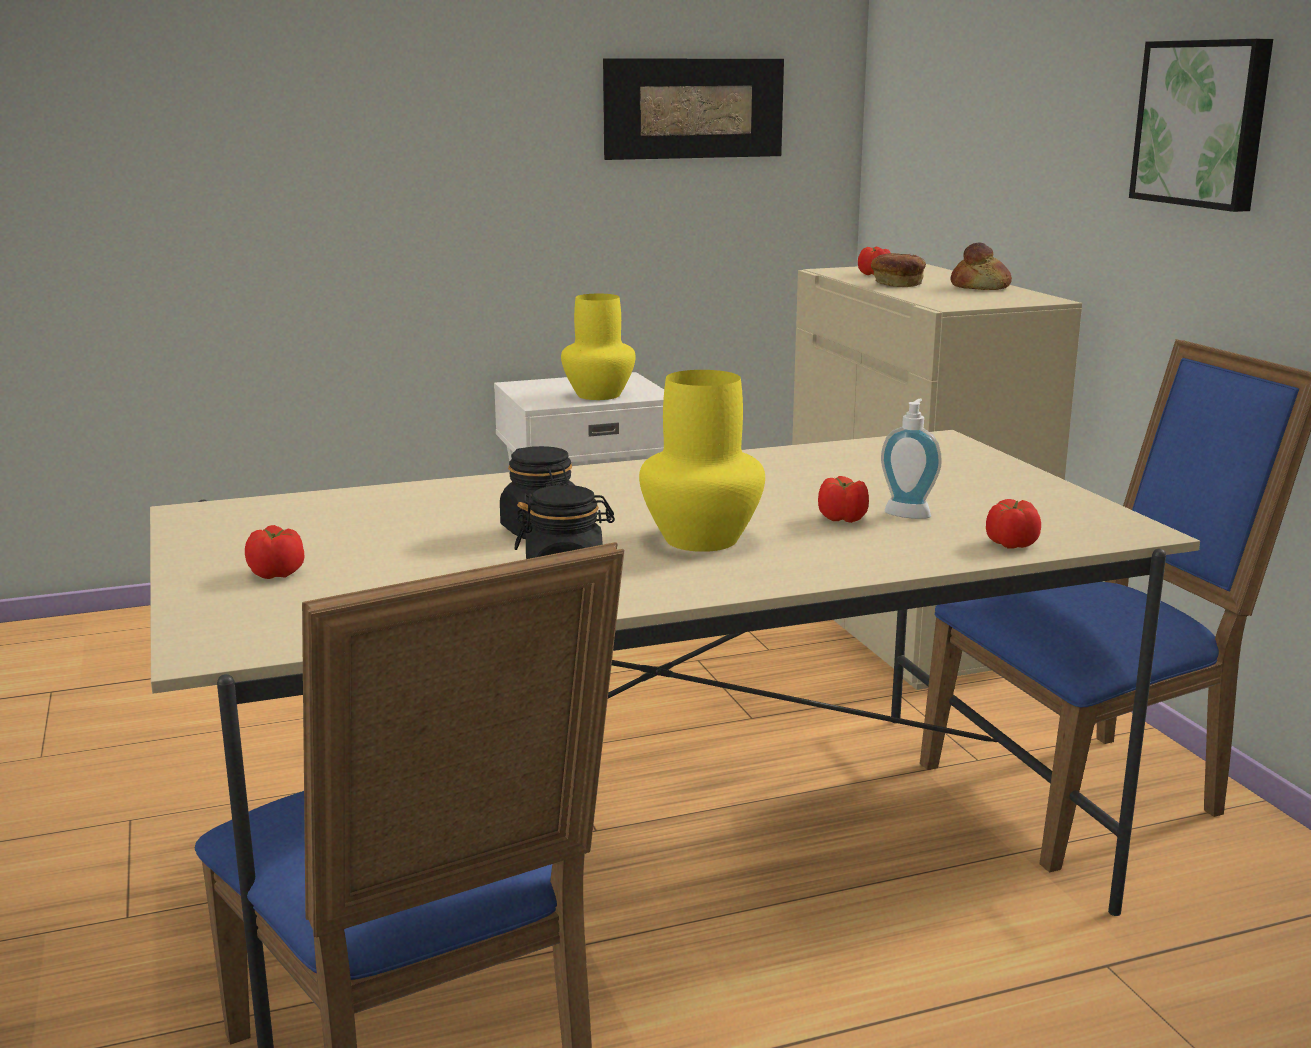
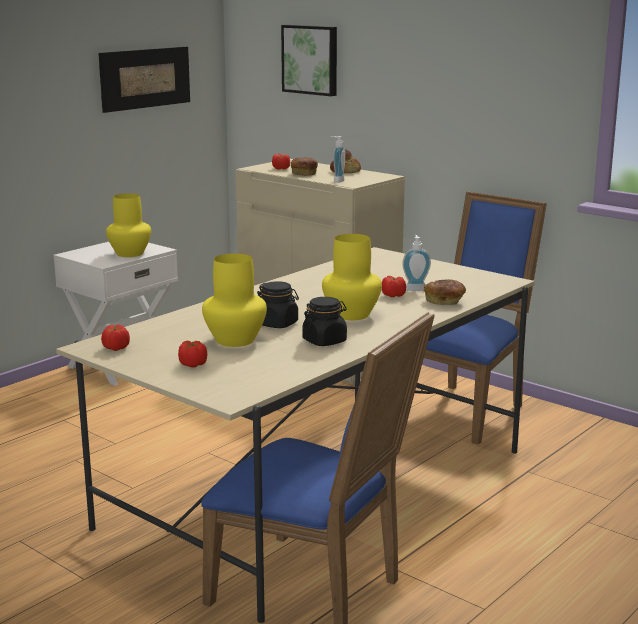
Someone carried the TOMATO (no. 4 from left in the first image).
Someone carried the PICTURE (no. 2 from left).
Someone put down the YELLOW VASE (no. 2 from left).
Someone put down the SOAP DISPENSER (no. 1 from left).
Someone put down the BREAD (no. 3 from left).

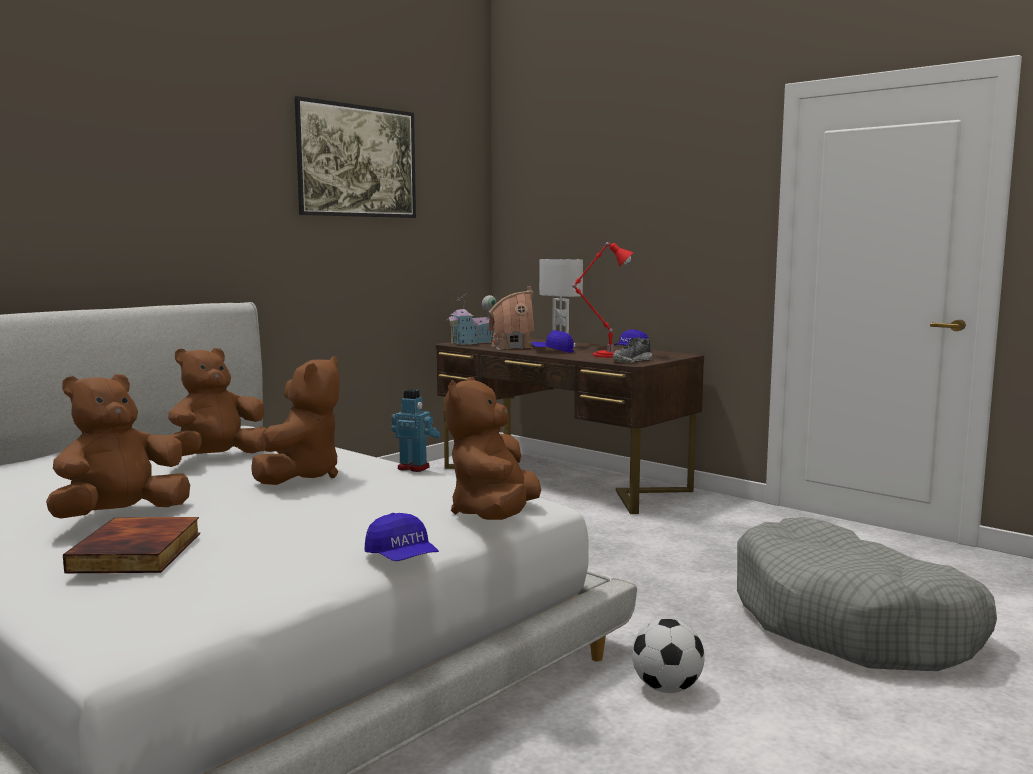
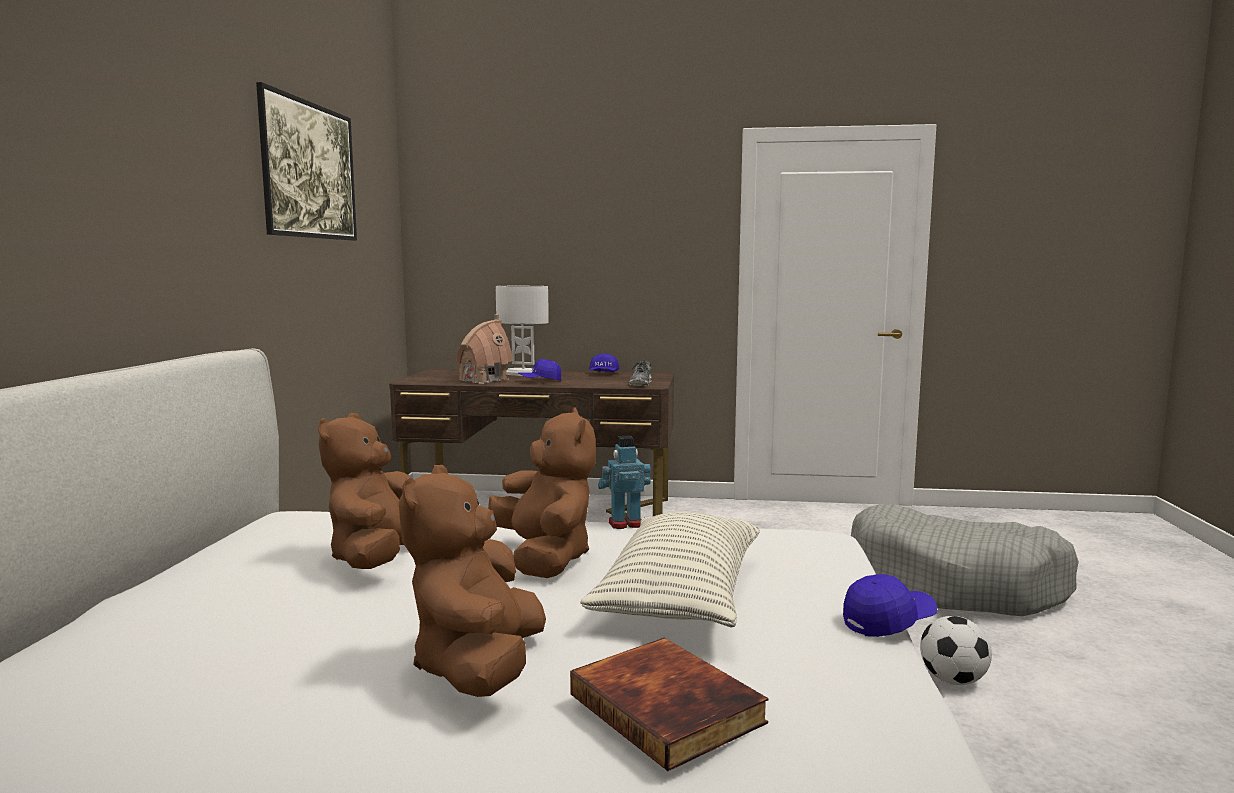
Someone rotated the BLUE CAP (no. 1 from left in the first image) by 45 degrees counterclockwise.
Someone took away the BROWN PLUSH TOY (no. 4 from left).
Someone took away the TOY HOUSE (no. 1 from left).
Someone took away the RED TABLE LAMP.
Someone put down the PILLOW.

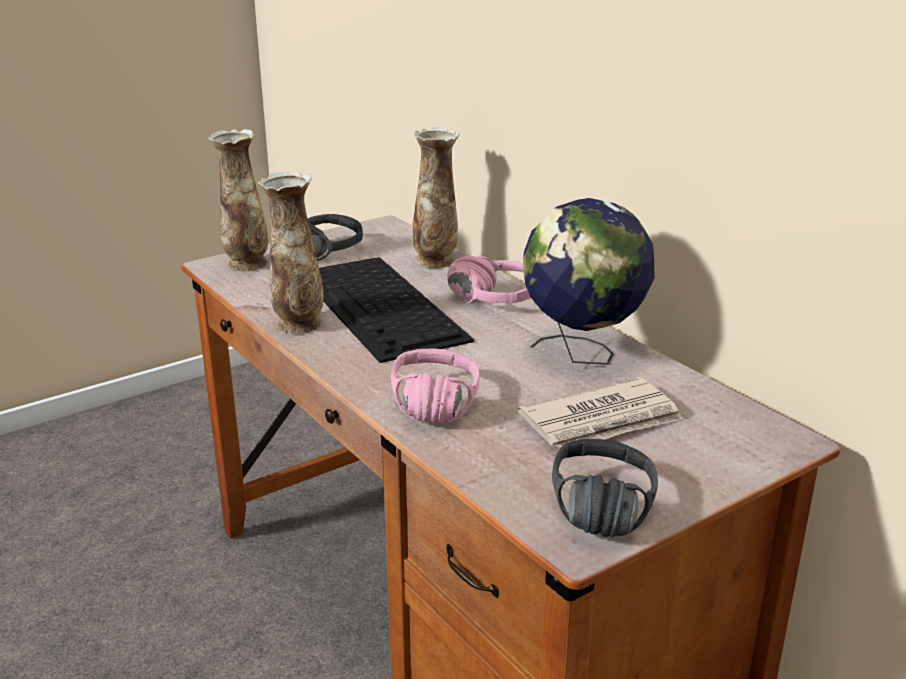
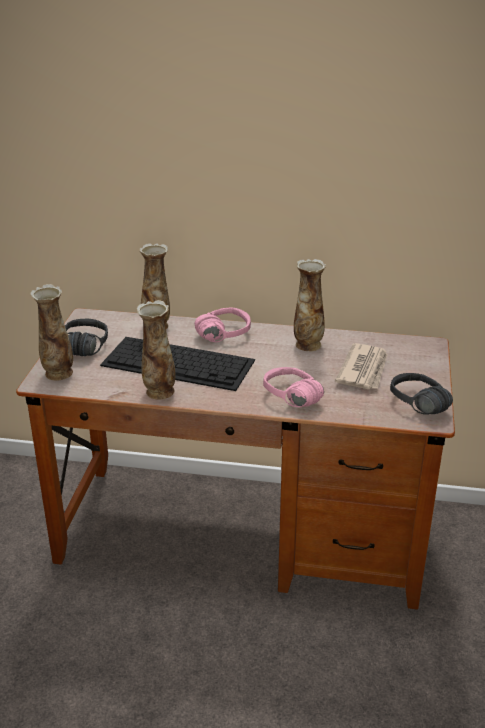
Someone swapped the GLOBE for the VASE (no. 4 from left).

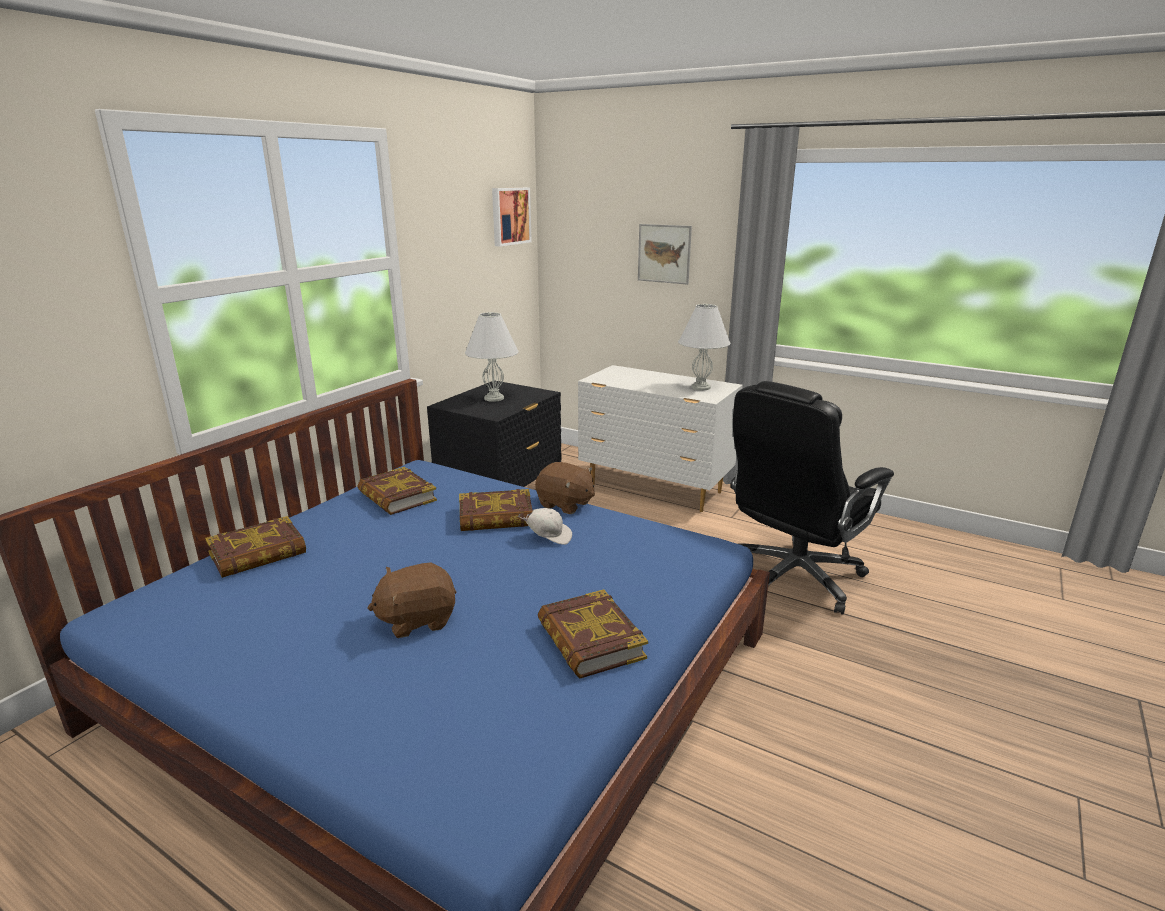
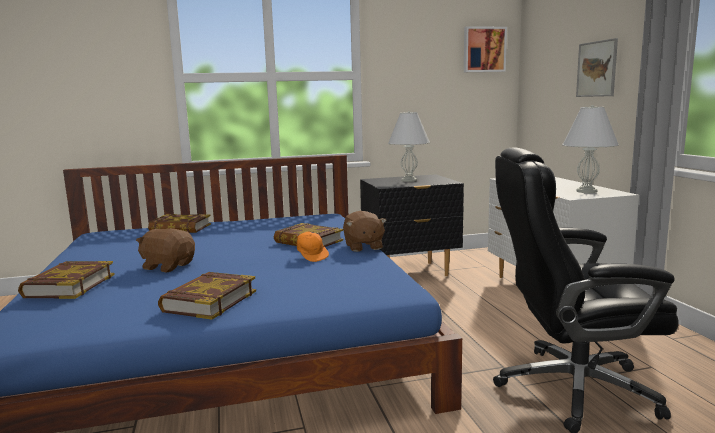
Someone carried the BOOK (no. 2 from left in the first image).
Someone repainted the WHITE CAP, which became the ORANGE CAP.

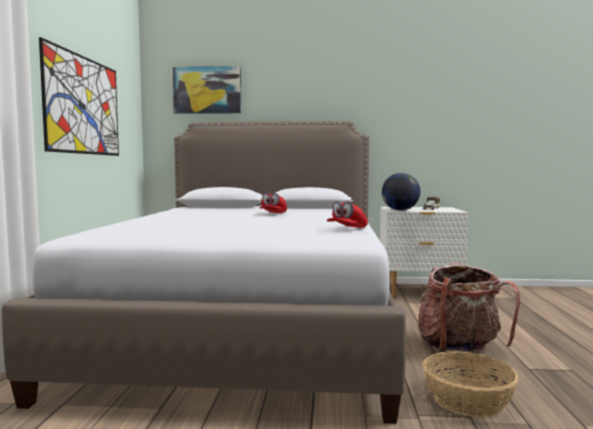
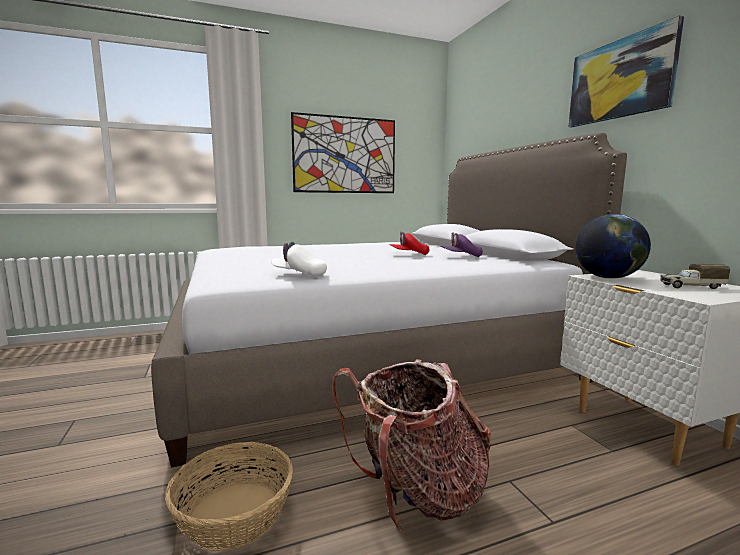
Someone carried the PICTURE (no. 2 from left).
Someone repainted the RED CAP (no. 2 from left), which became the WHITE CAP.
Someone put down the PURPLE CAP.

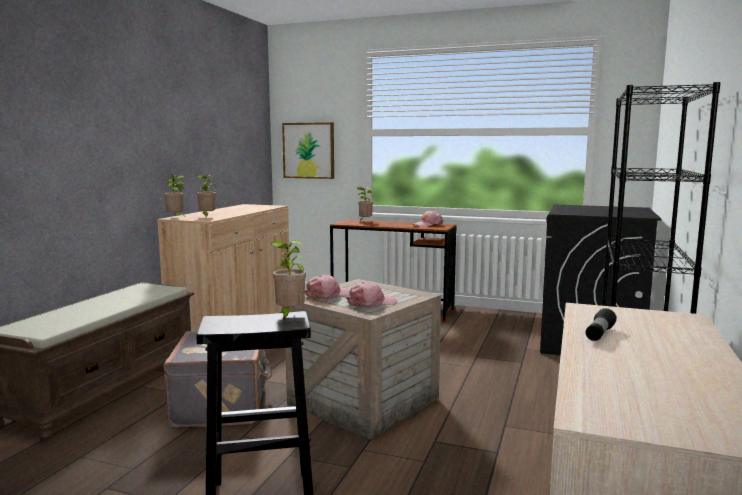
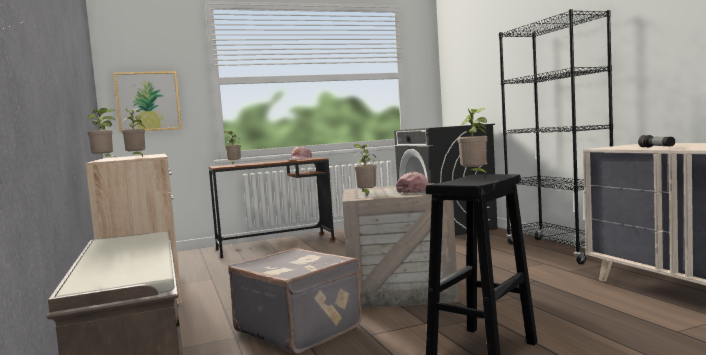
Someone swapped the PINK CAP (no. 1 from left) for the POTTED PLANT (no. 4 from left).

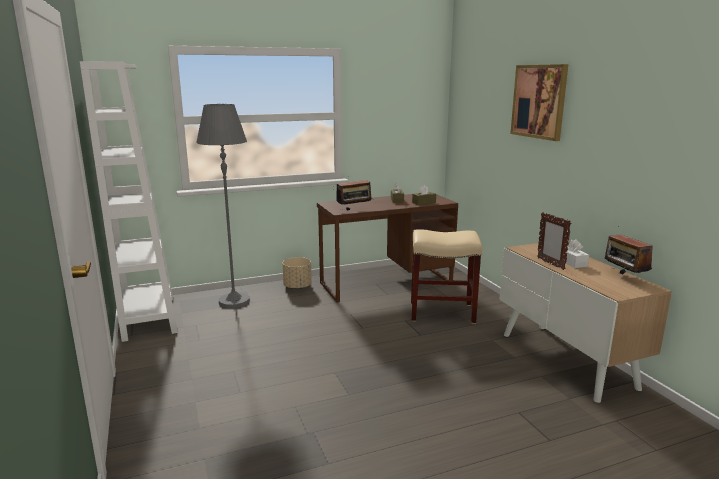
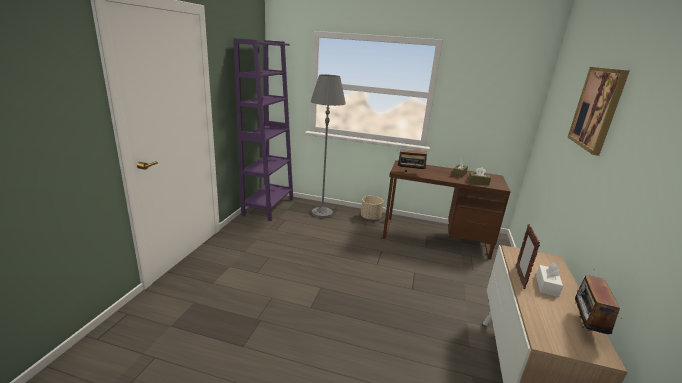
Someone repainted the WHITE BOOKCASE, which became the PURPLE BOOKCASE.
Someone took away the BEIGE STOOL.

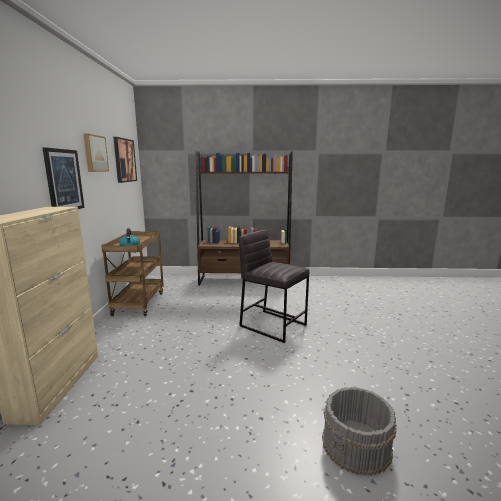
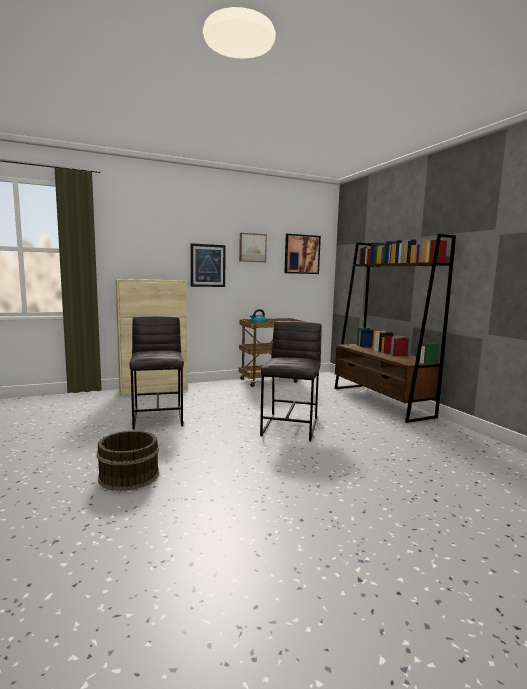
Someone repainted the GREY BUCKET, which became the BROWN BUCKET.
Someone put down the GREY STOOL (no. 1 from left).

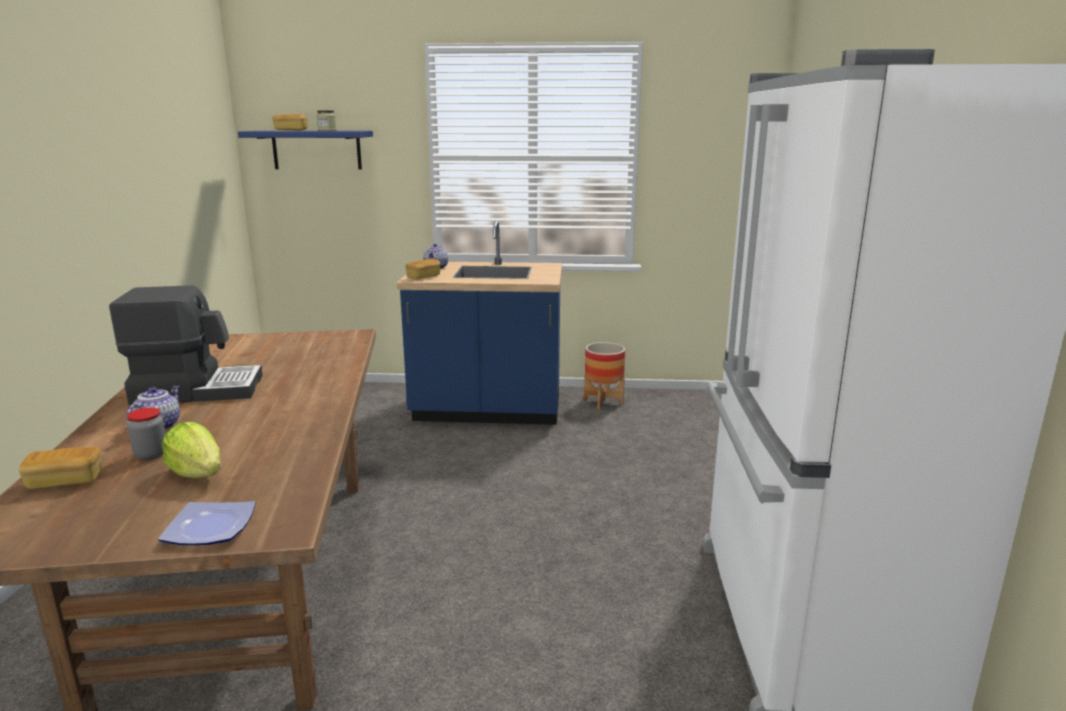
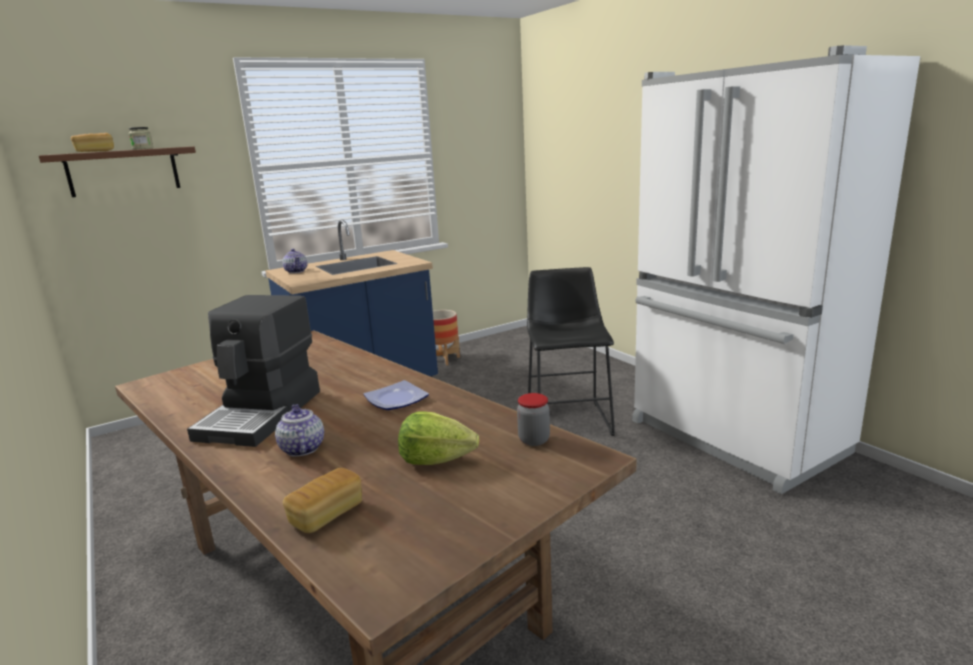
Someone rotated the COFFEE MACHINE by 150 degrees clockwise.
Someone carried the JAR (no. 1 from left in the first image).
Someone carried the PLATE.
Someone repainted the BLUE SHELF, which became the BROWN SHELF.
Someone took away the BREAD (no. 3 from left).
Someone put down the BLACK STOOL.

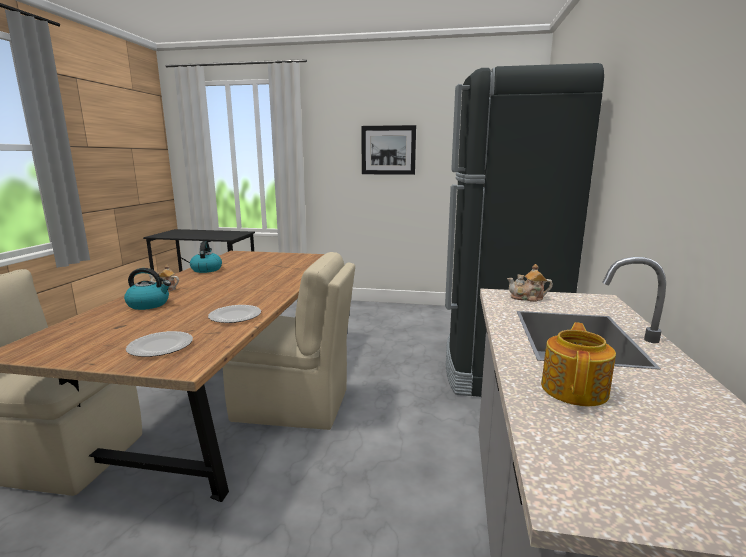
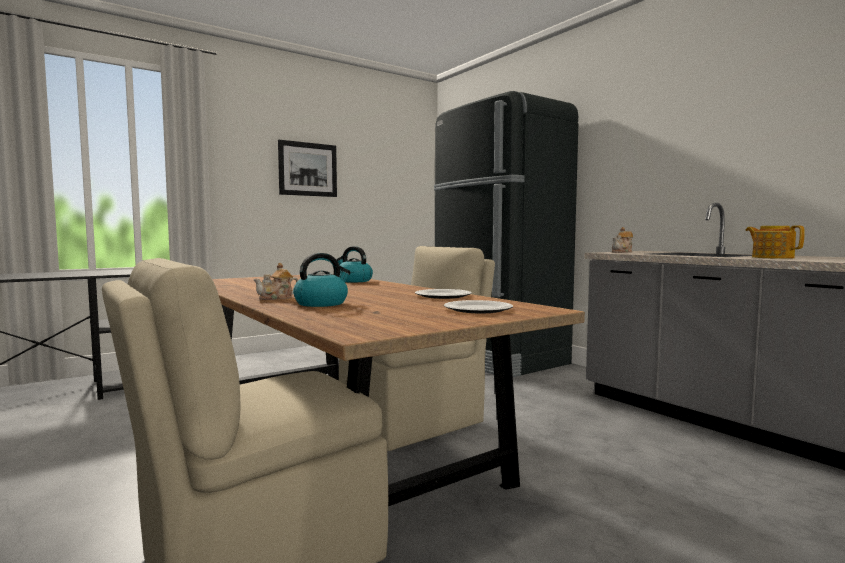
Someone carried the KETTLE (no. 2 from left).

